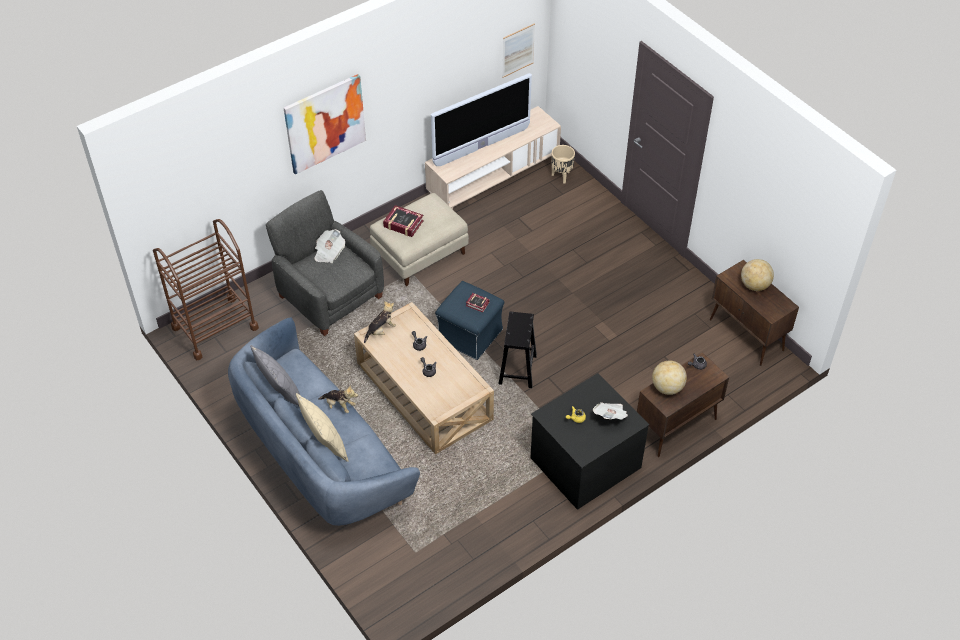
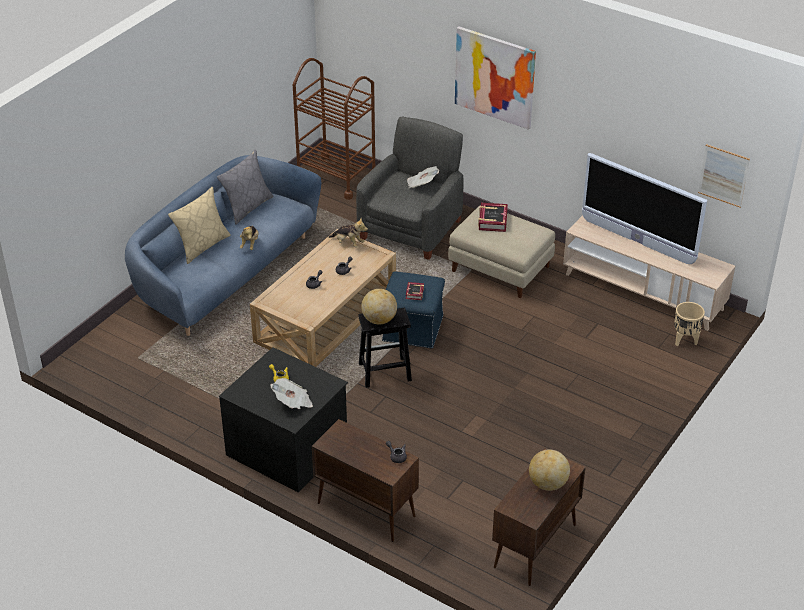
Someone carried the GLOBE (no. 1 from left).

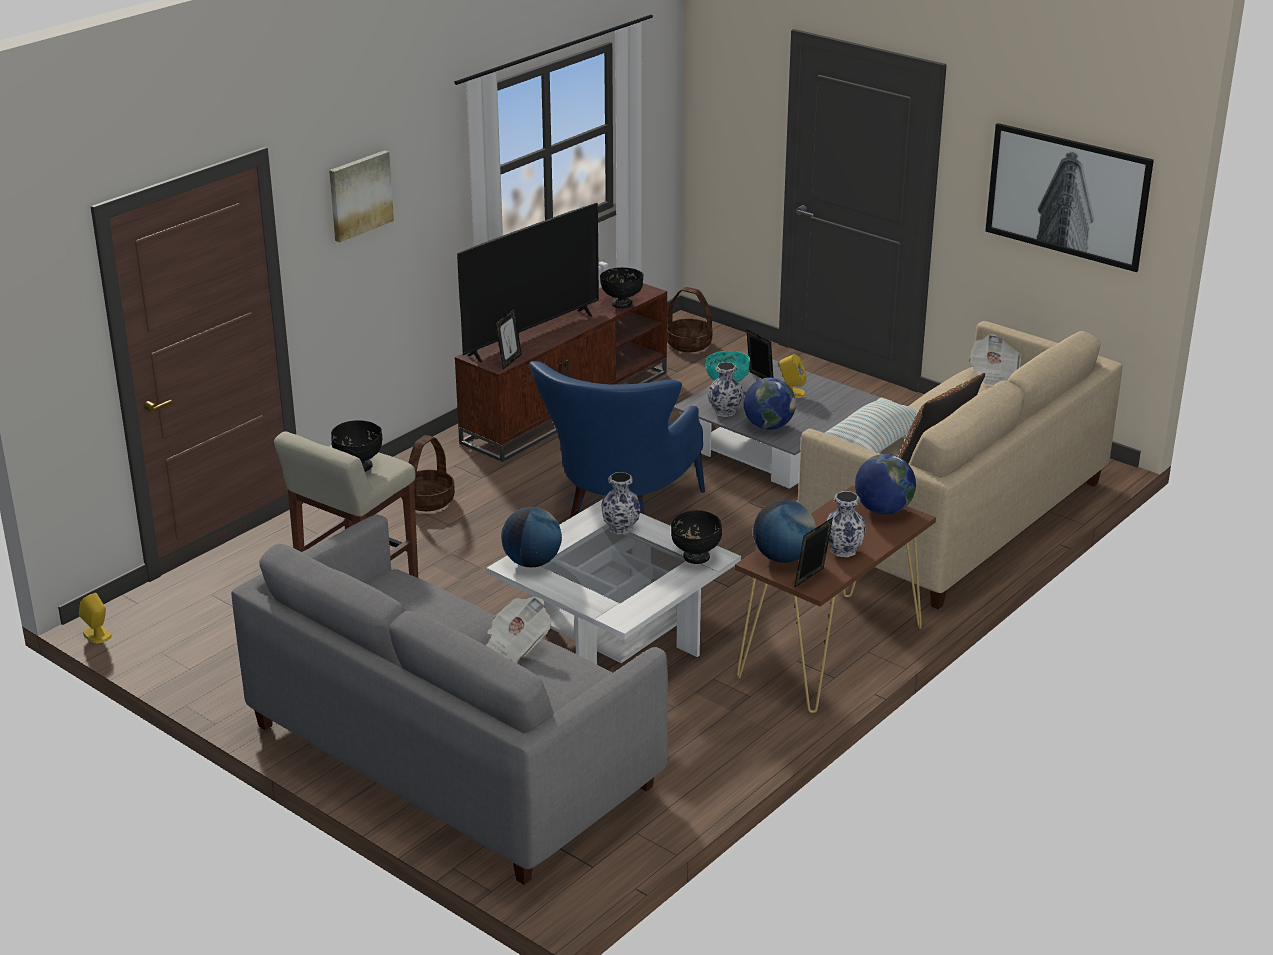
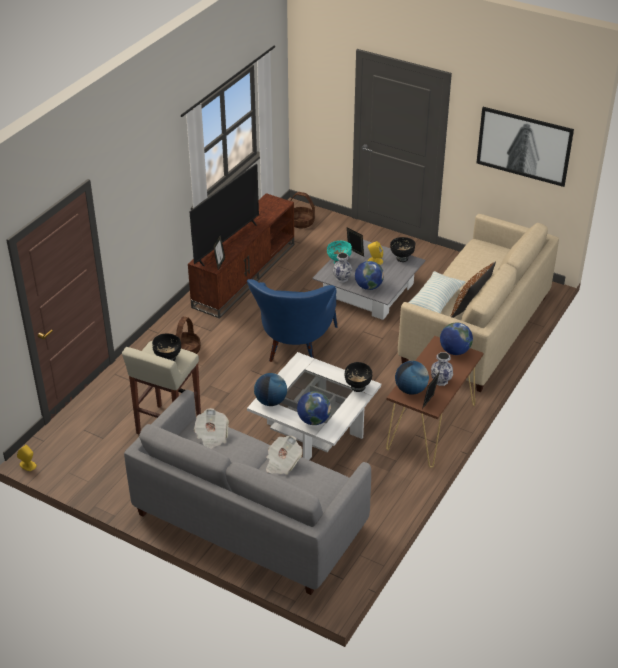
Someone took away the PICTURE (no. 1 from left).
Someone carried the BLACK BOWL (no. 2 from left in the first image).
Someone took away the VASE (no. 1 from left).
Someone carried the NEWSPAPER (no. 2 from left in the first image).
Someone put down the GLOBE (no. 2 from left).

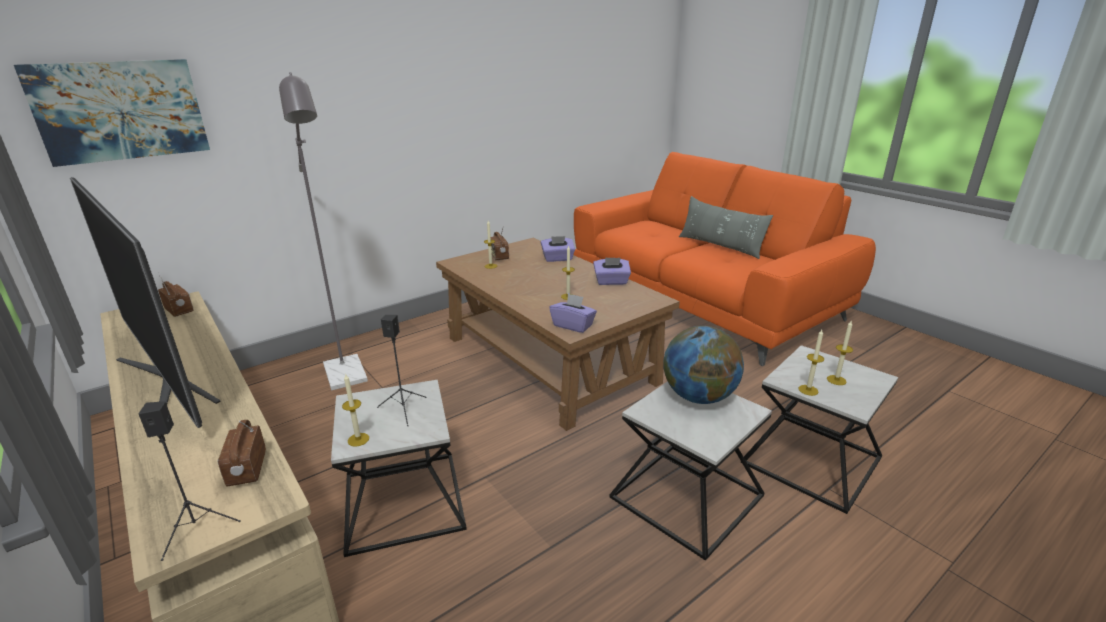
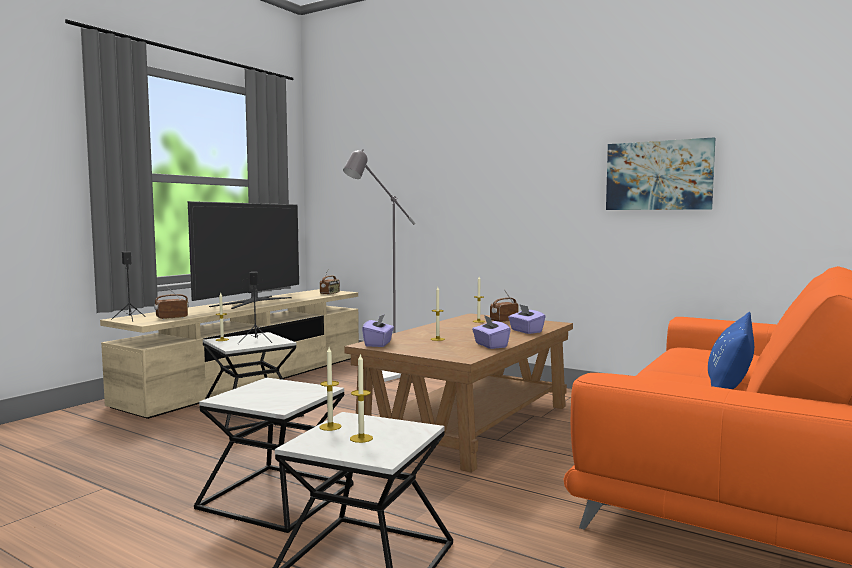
Someone carried the PICTURE.
Someone took away the GLOBE.
Someone repainted the GREY PILLOW, which became the BLUE PILLOW.

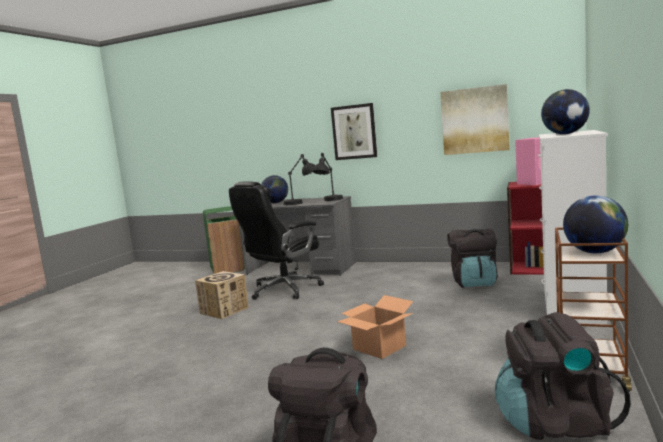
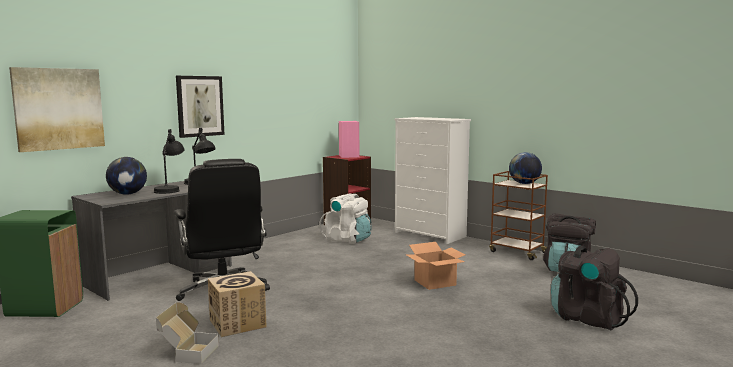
Someone carried the PICTURE (no. 2 from left in the first image).
Someone repainted the BLACK BACKPACK (no. 2 from left), which became the WHITE BACKPACK.
Someone took away the GLOBE (no. 2 from left).
Someone put down the CARDBOARD BOX (no. 1 from left).

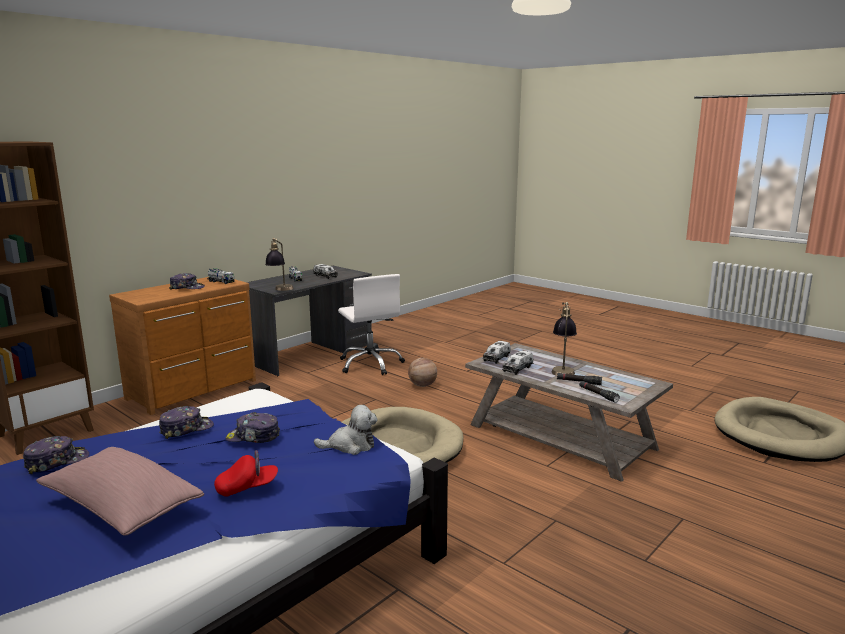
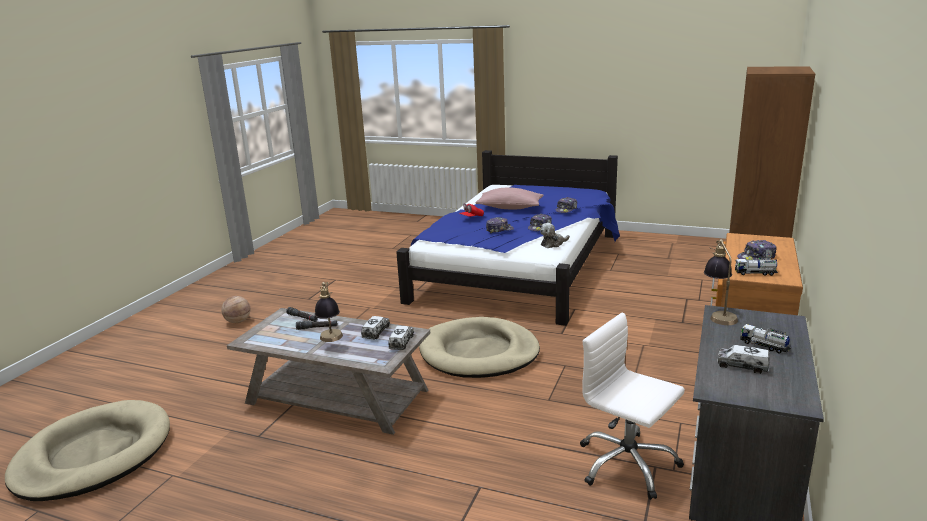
Someone carried the PLUSH TOY.
Someone carried the BASKETBALL.

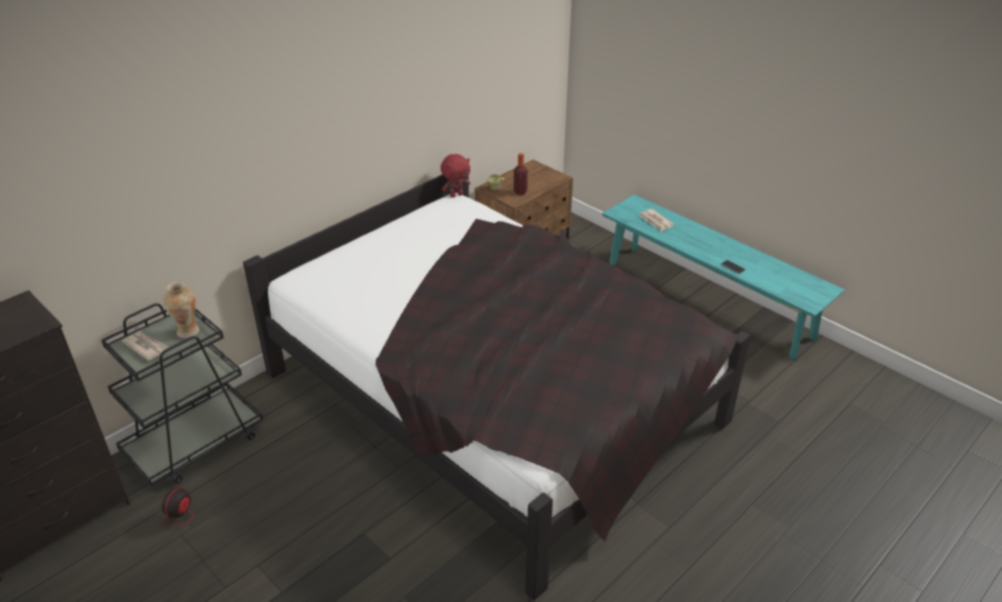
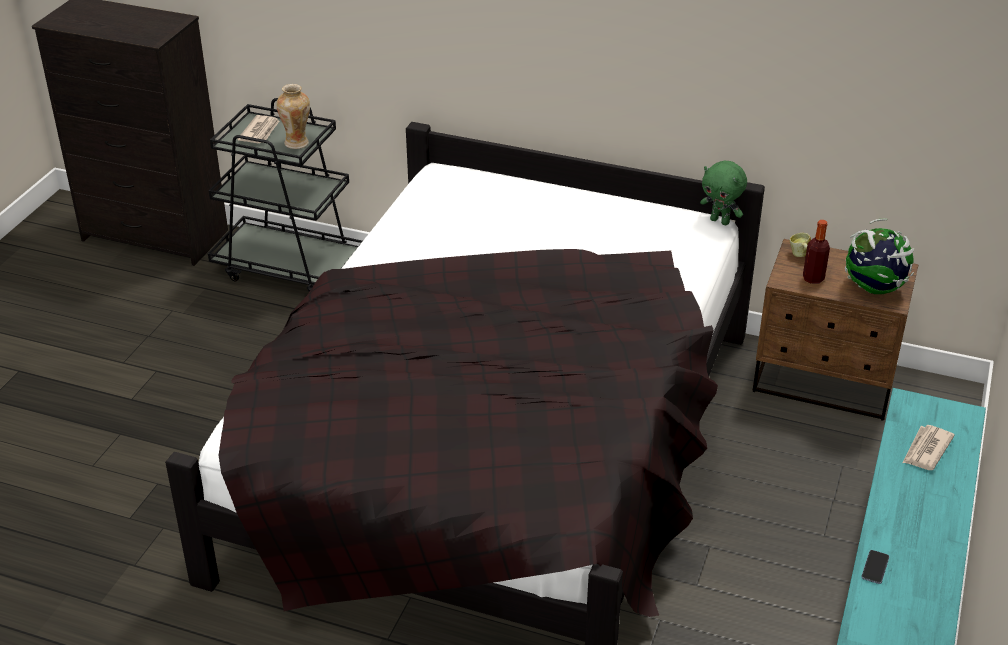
Someone took away the FAN.
Someone repainted the RED PLUSH TOY, which became the GREEN PLUSH TOY.
Someone put down the GLOBE.

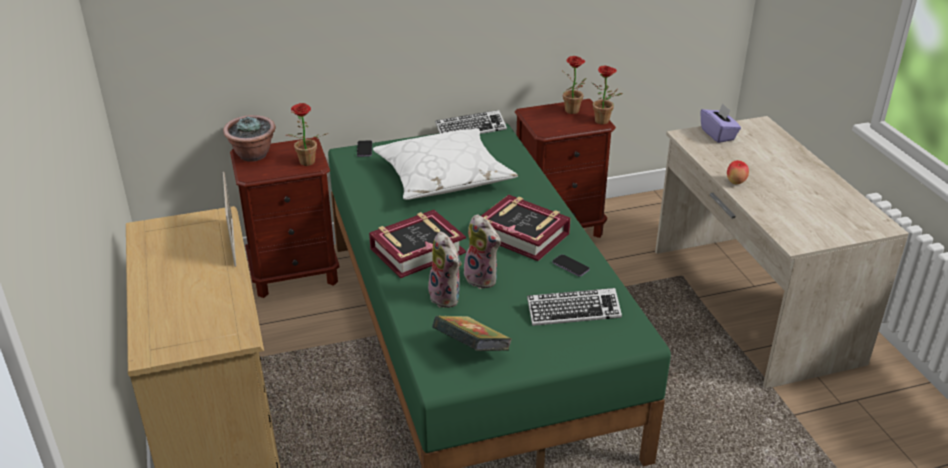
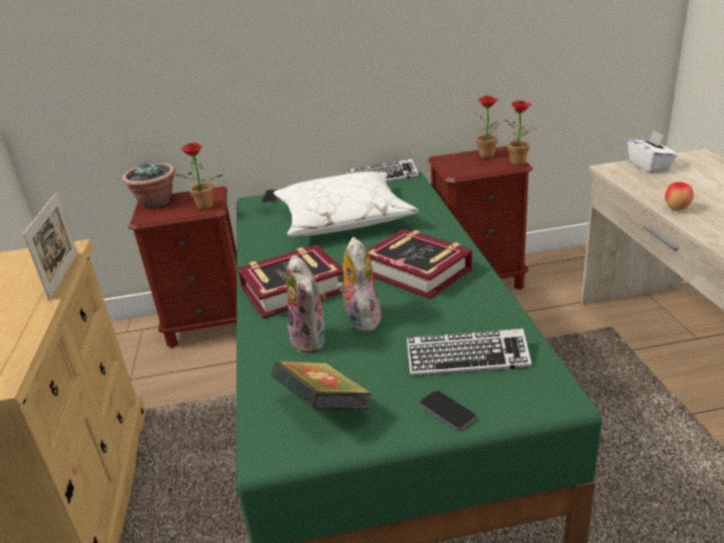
Someone rotated the PLUSH TOY (no. 2 from left) by 150 degrees counterclockwise.
Someone carried the PHONE (no. 2 from left).
Someone repainted the PURPLE TISSUE BOX, which became the WHITE TISSUE BOX.

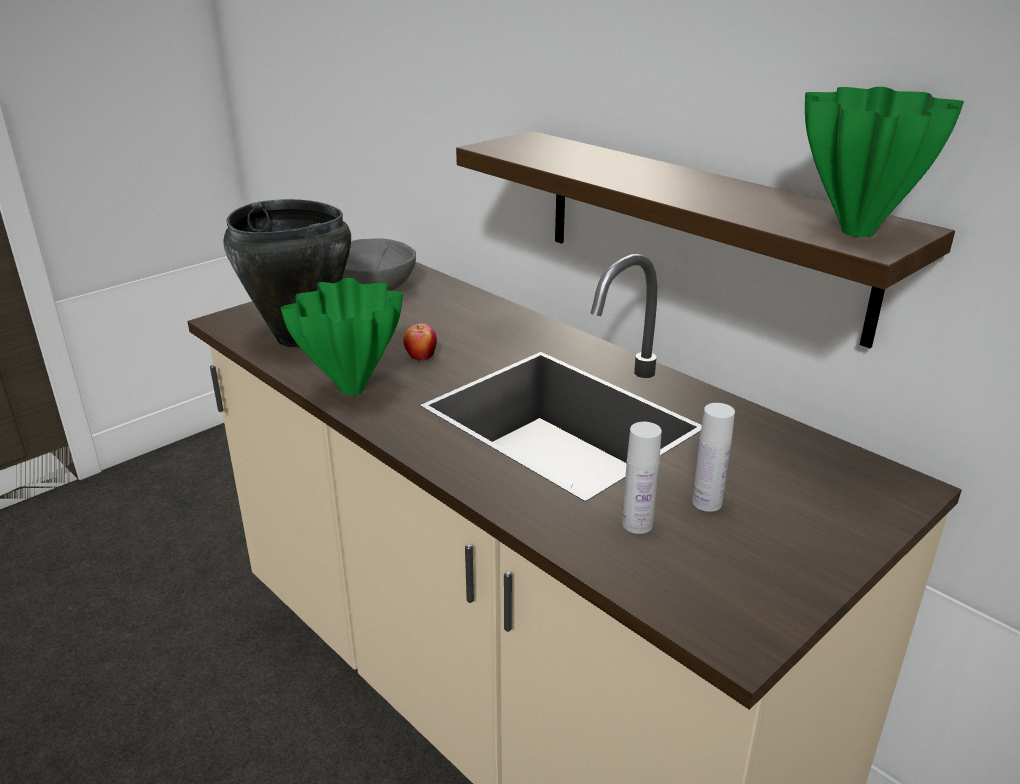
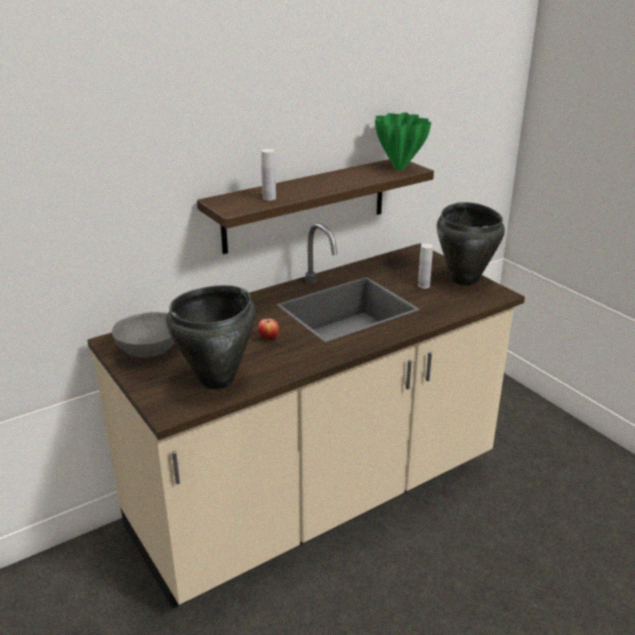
Someone took away the GREEN VASE (no. 1 from left).
Someone carried the WHITE BOTTLE (no. 1 from left).
Someone put down the BLACK COOKING POT (no. 2 from left).

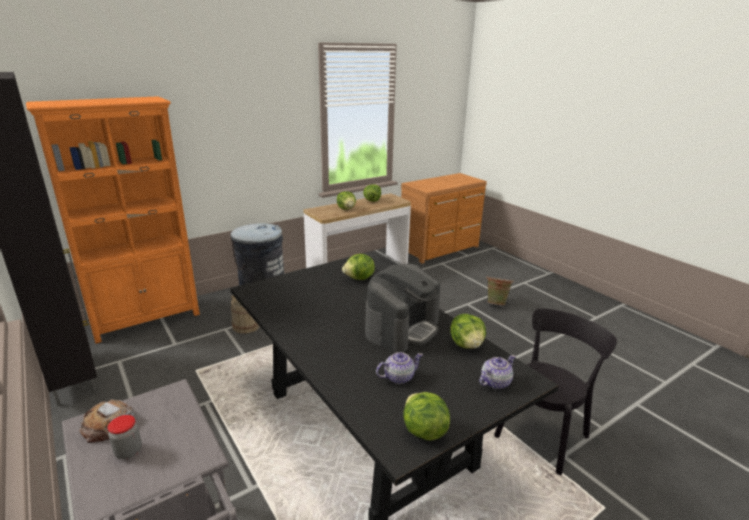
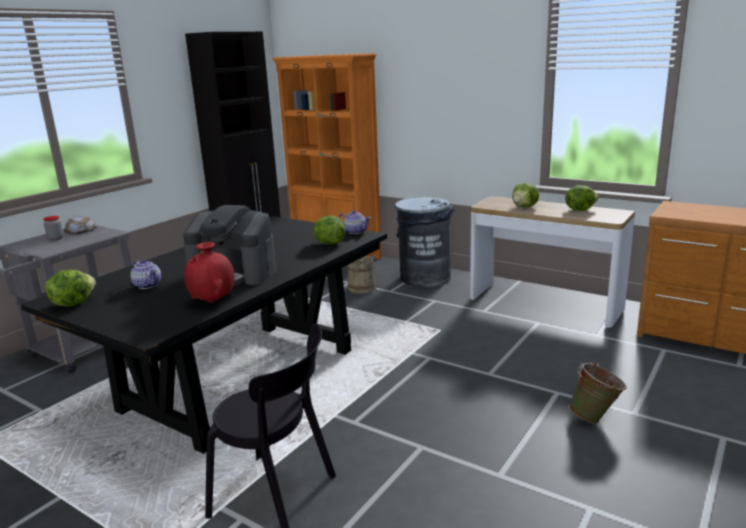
Someone swapped the LETTUCE (no. 5 from left) for the RED VASE.
Someone carried the TEAPOT (no. 2 from left).

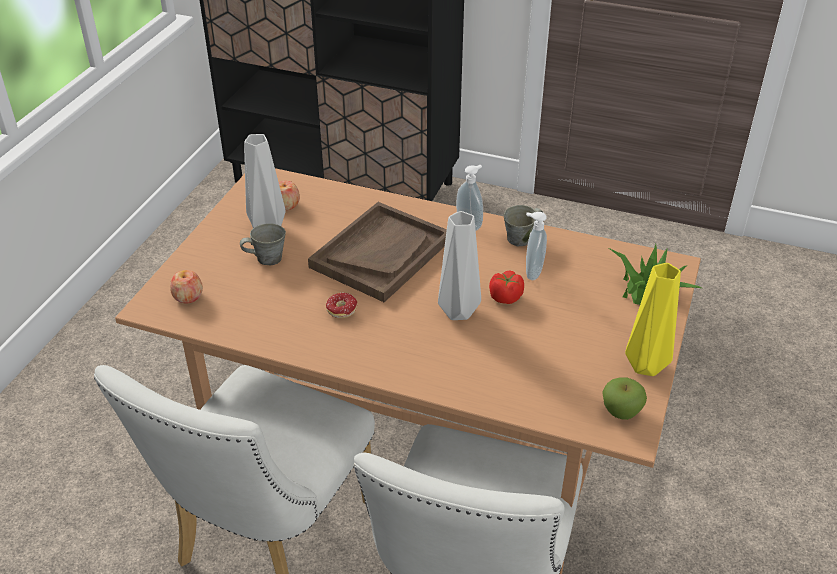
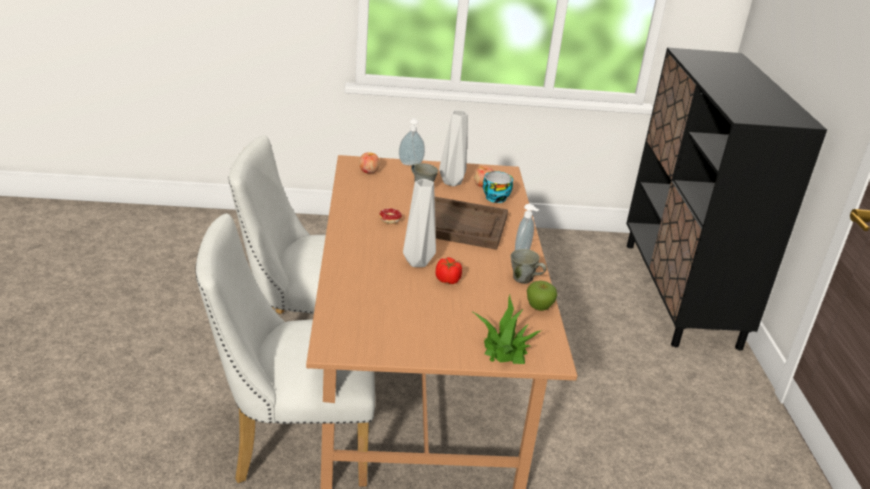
Someone carried the SOAP DISPENSER (no. 2 from left in the first image).
Someone carried the APPLE (no. 3 from left).
Someone took away the YELLOW VASE.
Someone put down the CUP.

